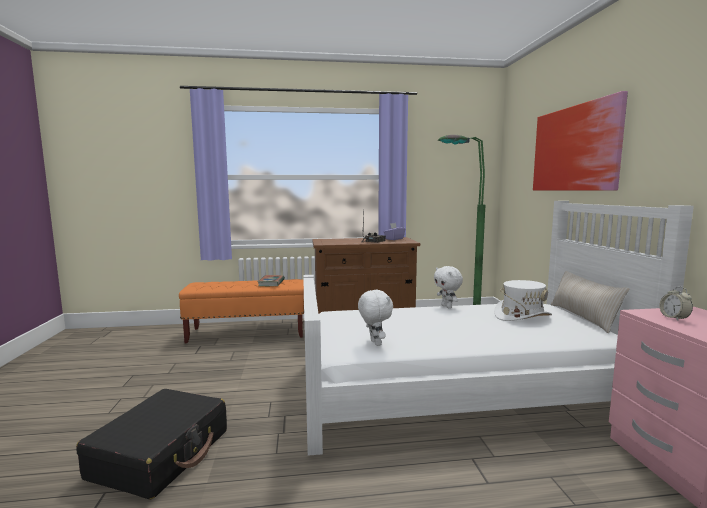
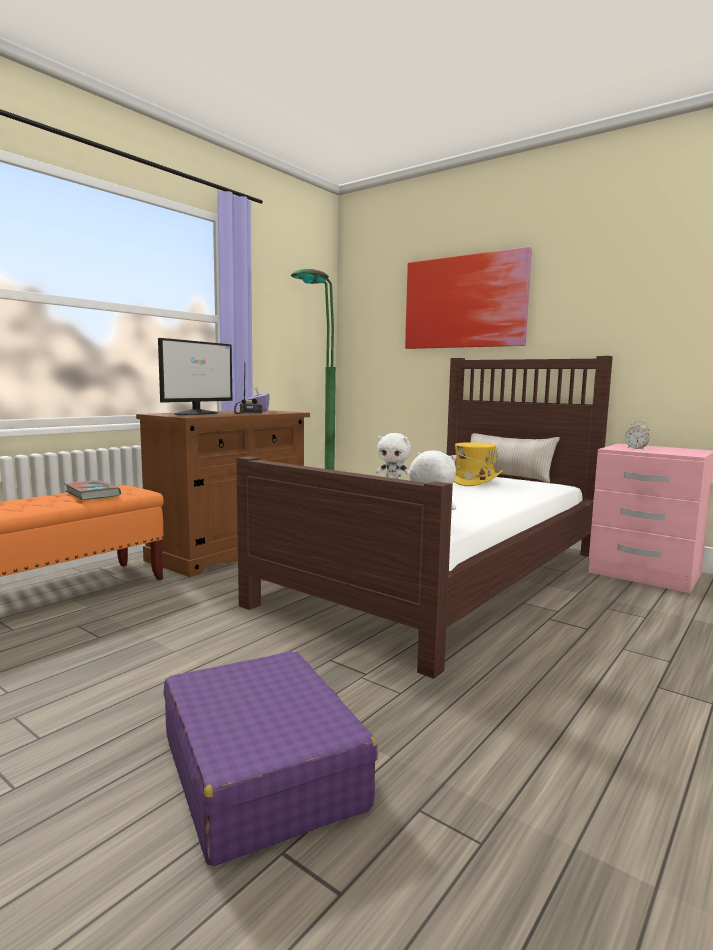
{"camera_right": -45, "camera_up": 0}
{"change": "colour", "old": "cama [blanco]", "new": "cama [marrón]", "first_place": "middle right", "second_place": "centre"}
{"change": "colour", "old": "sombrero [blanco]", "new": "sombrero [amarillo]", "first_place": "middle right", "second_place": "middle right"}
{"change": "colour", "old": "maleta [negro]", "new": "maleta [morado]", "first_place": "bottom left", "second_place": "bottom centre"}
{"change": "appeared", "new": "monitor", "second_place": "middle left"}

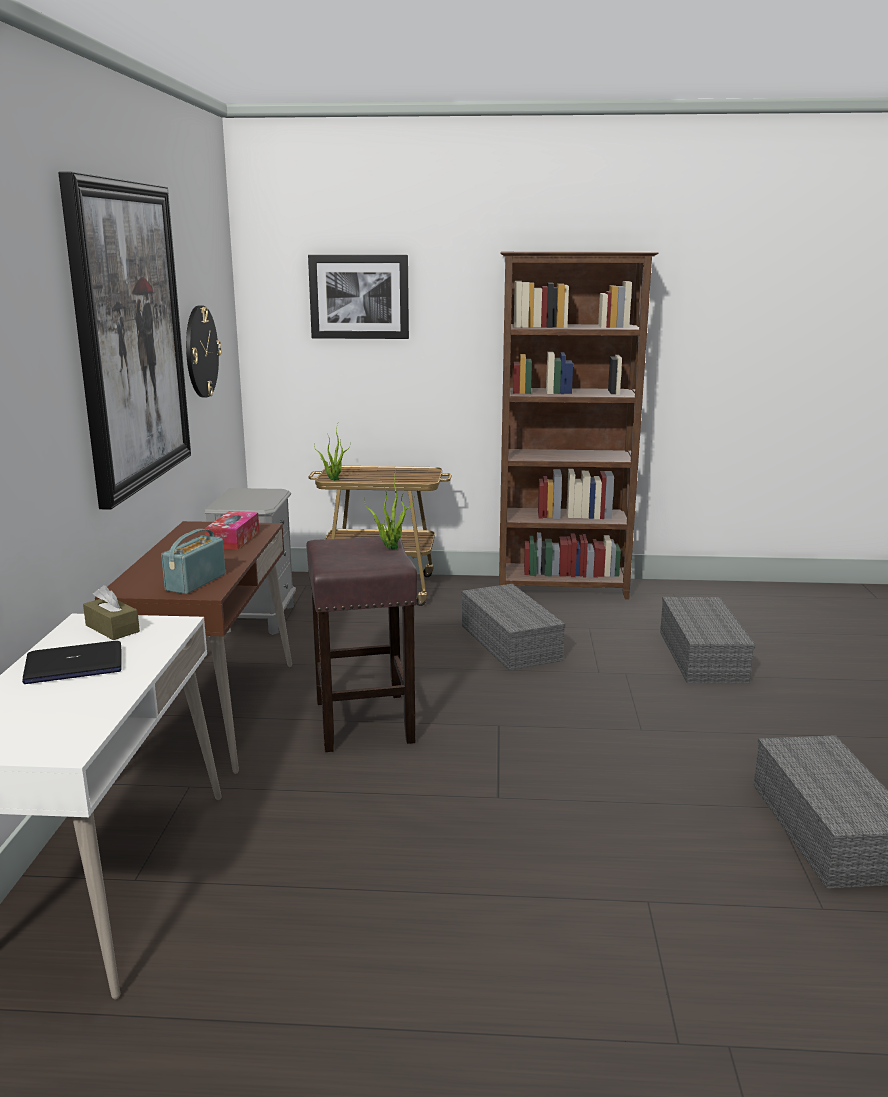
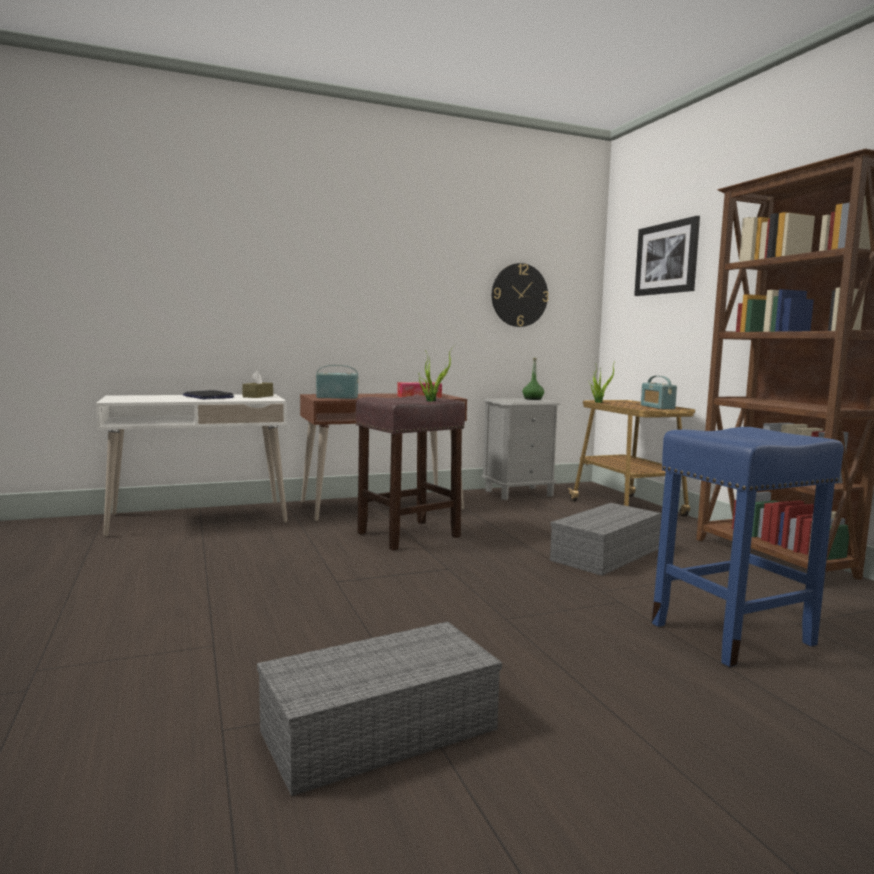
{"camera_right": 65, "camera_up": -10}
{"change": "missing", "old": "cuadro (no. 1 from left)", "first_place": "top left"}
{"change": "exchanged", "old": "caja de almacenaje [gris] (no. 2 from left)", "new": "taburete [azul]", "first_place": "middle right", "second_place": "middle right"}
{"change": "appeared", "new": "botella [verde]", "second_place": "centre"}
{"change": "appeared", "new": "radio (no. 2 from left)", "second_place": "middle right"}

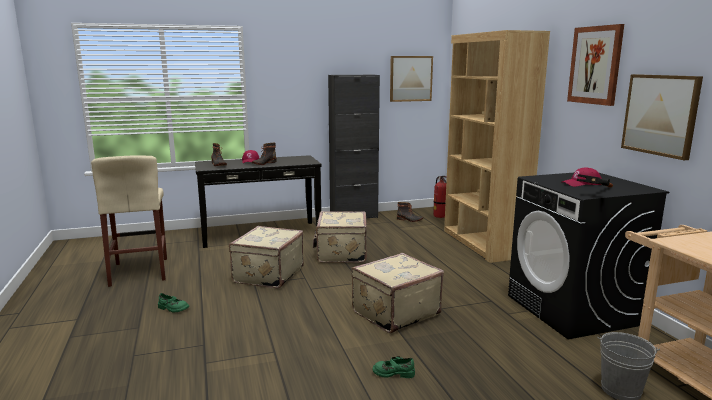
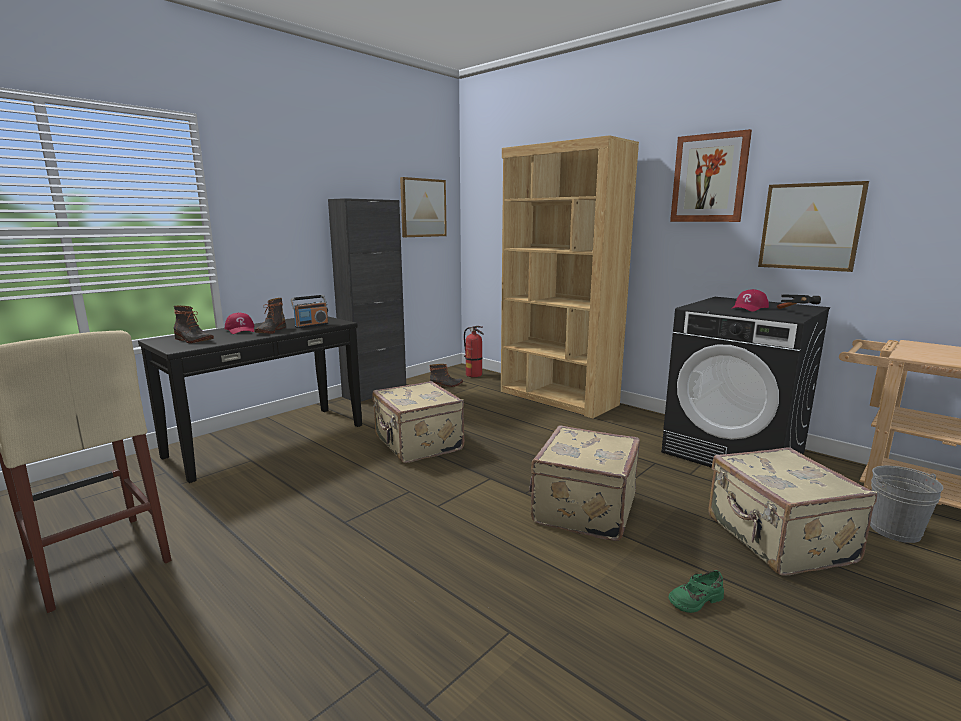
{"camera_right": -30, "camera_up": 0}
{"change": "relocated", "old": "maleta [beis] (no. 1 from left in the first image)", "new": "maleta [beis] (no. 3 from left)", "first_place": "centre", "second_place": "bottom right"}
{"change": "missing", "old": "zapato [verde] (no. 1 from left)", "first_place": "bottom left"}
{"change": "appeared", "new": "radio", "second_place": "middle left"}

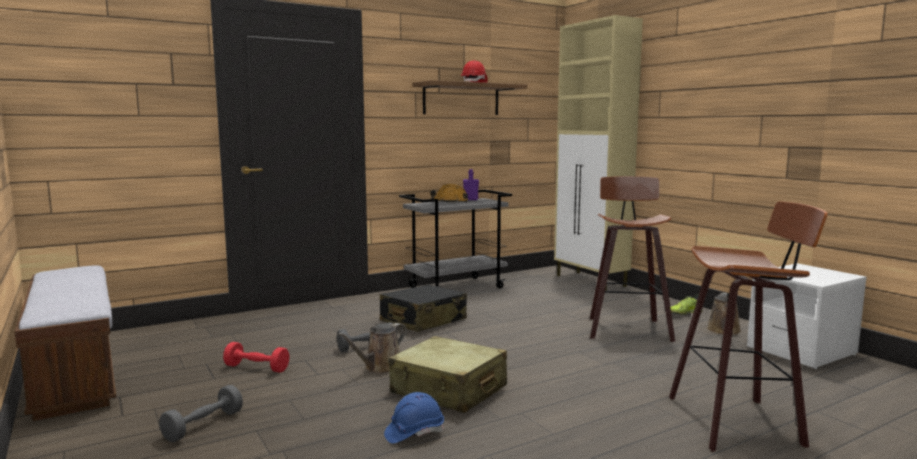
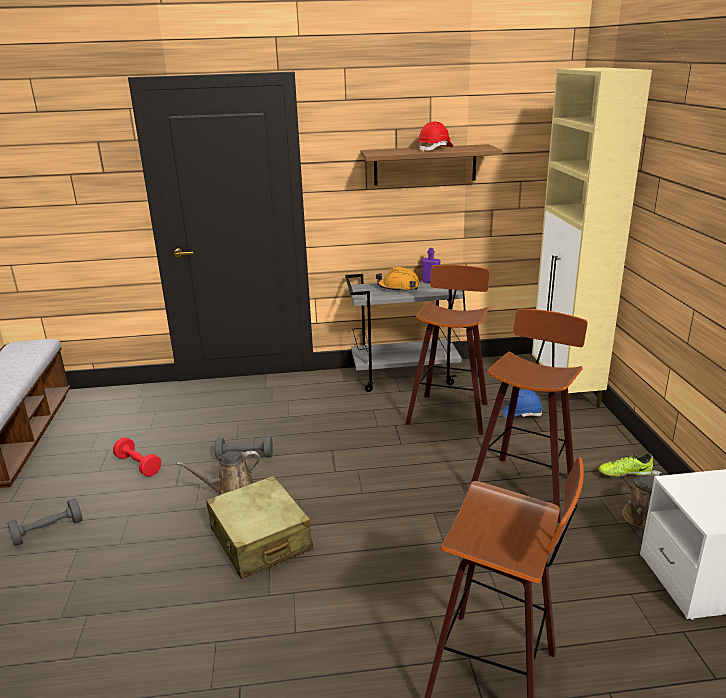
{"camera_right": 25, "camera_up": 15}
{"change": "missing", "old": "maleta [negro]", "first_place": "bottom centre"}
{"change": "relocated", "old": "casco [azul]", "first_place": "bottom centre", "second_place": "middle right"}
{"change": "appeared", "new": "taburete (no. 1 from left)", "second_place": "centre"}

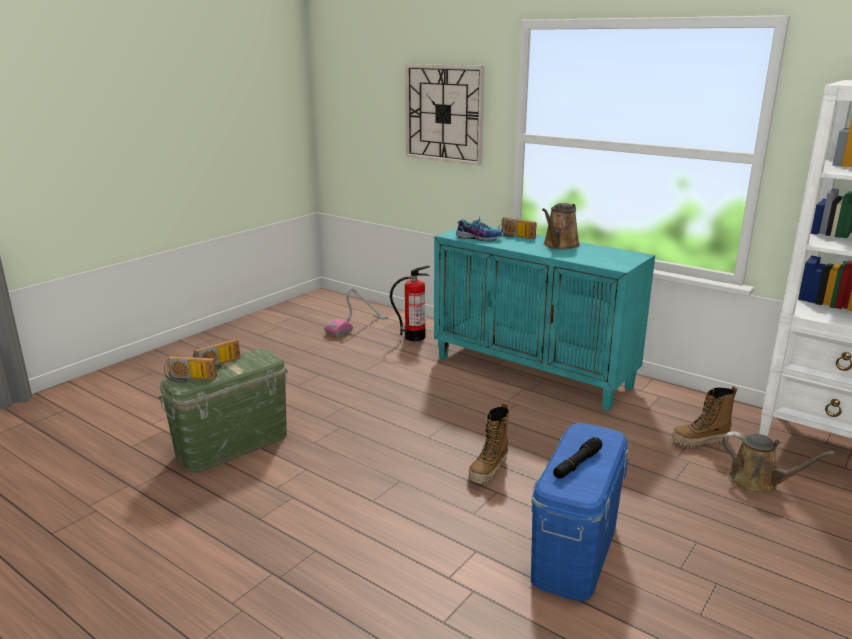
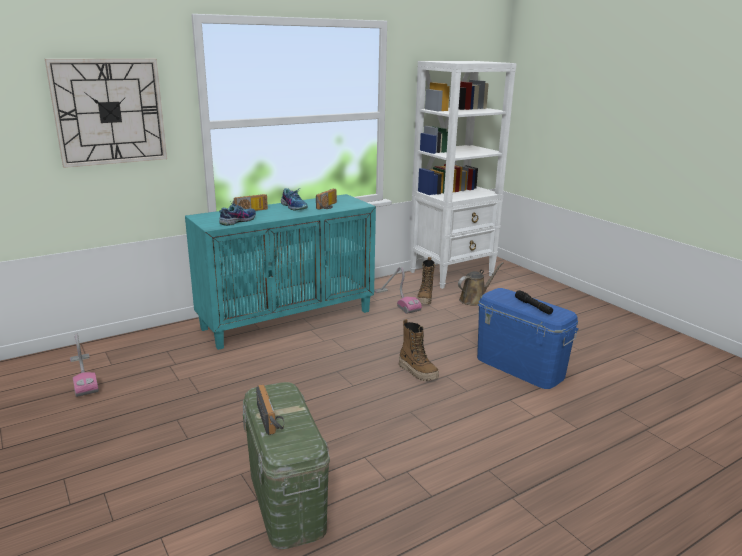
{"camera_right": -70, "camera_up": 0}
{"change": "exchanged", "old": "regadera [marrón] (no. 1 from left)", "new": "zapato (no. 2 from left)", "first_place": "centre", "second_place": "centre"}
{"change": "missing", "old": "extintor", "first_place": "centre"}
{"change": "relocated", "old": "radio (no. 1 from left in the first image)", "new": "radio (no. 3 from left)", "first_place": "middle left", "second_place": "centre"}
{"change": "appeared", "new": "aspiradora (no. 2 from left)", "second_place": "centre"}

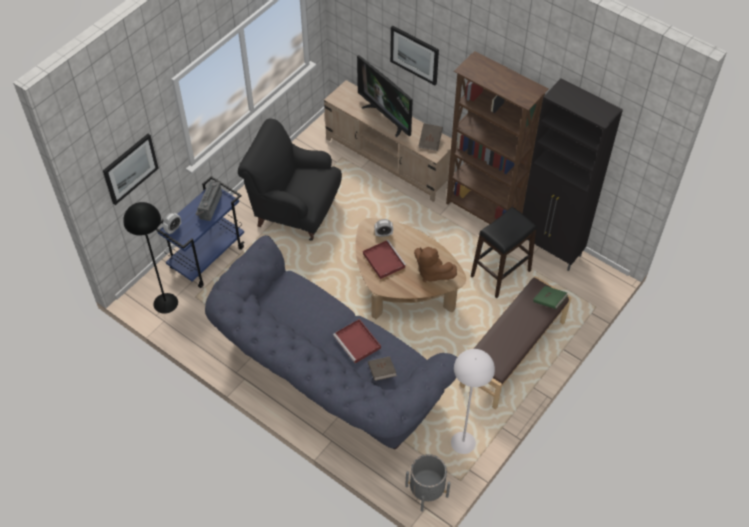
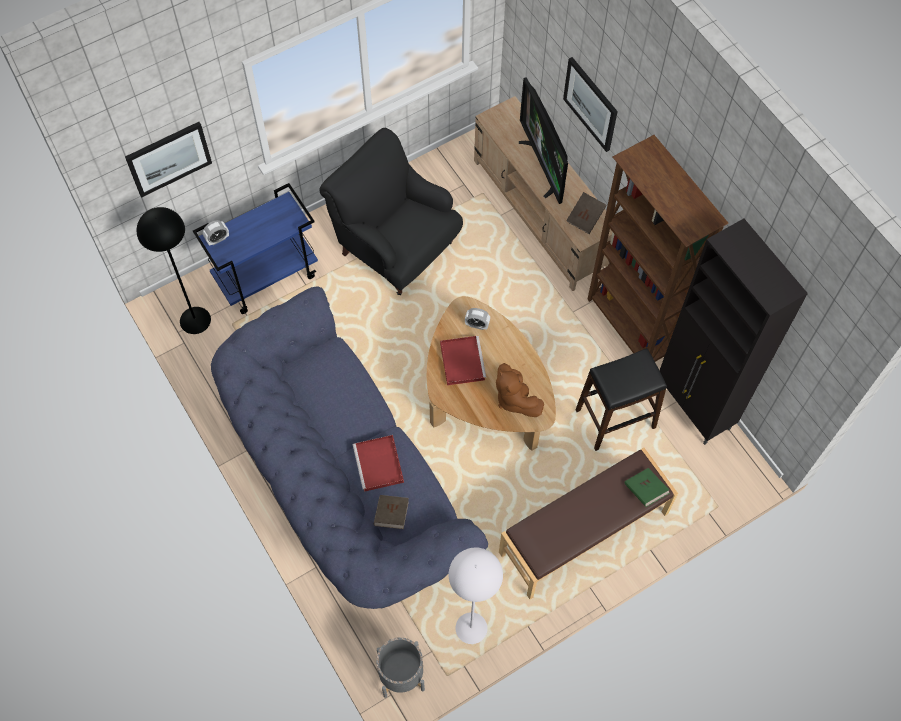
{"camera_right": 20, "camera_up": 10}
{"change": "missing", "old": "radio", "first_place": "middle left"}

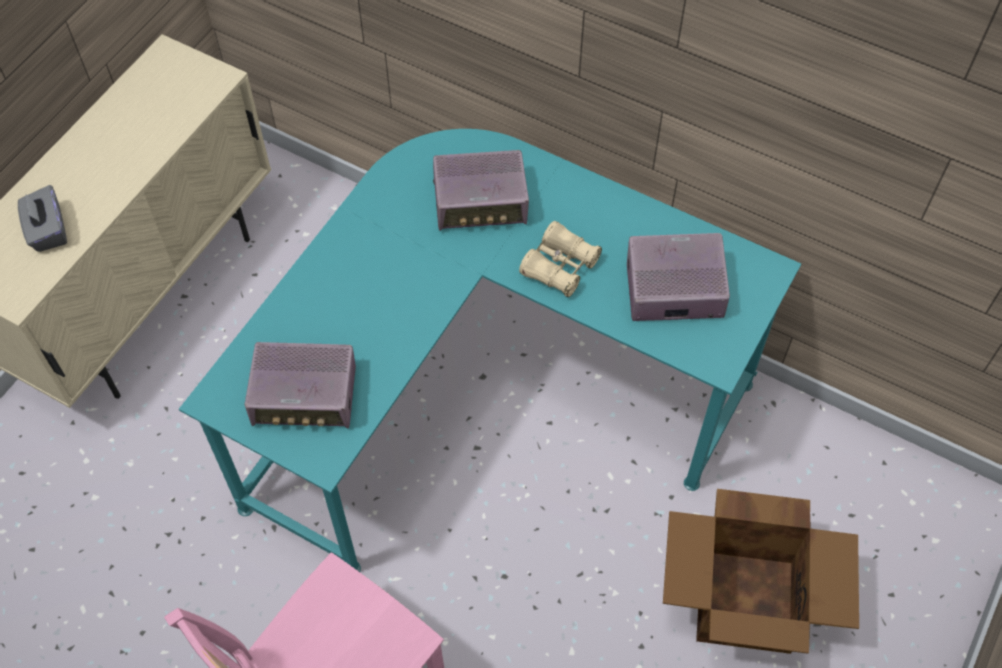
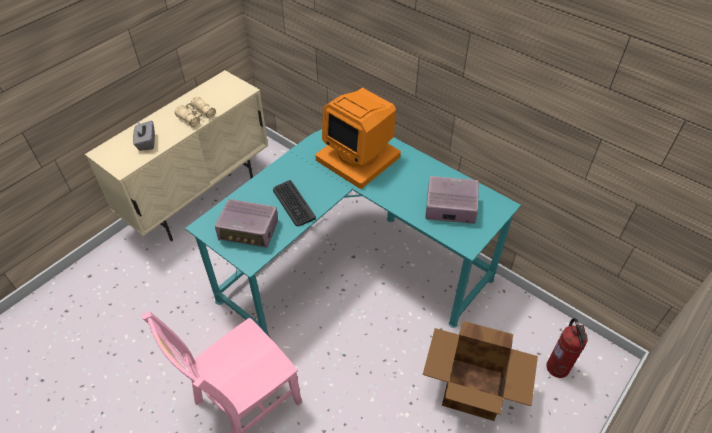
{"camera_right": 10, "camera_up": -10}
{"change": "exchanged", "old": "radio (no. 2 from left)", "new": "monitor", "first_place": "top centre", "second_place": "top centre"}
{"change": "relocated", "old": "prismáticos [beis]", "first_place": "centre", "second_place": "top left"}
{"change": "appeared", "new": "teclado", "second_place": "centre"}
{"change": "appeared", "new": "extintor", "second_place": "bottom right"}

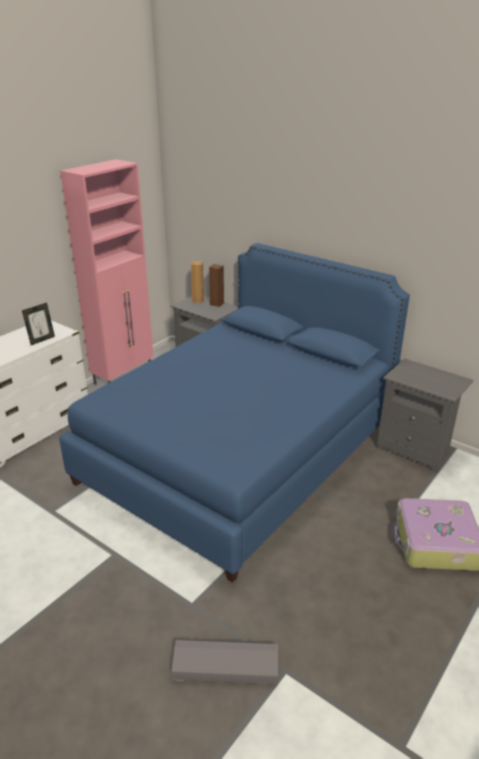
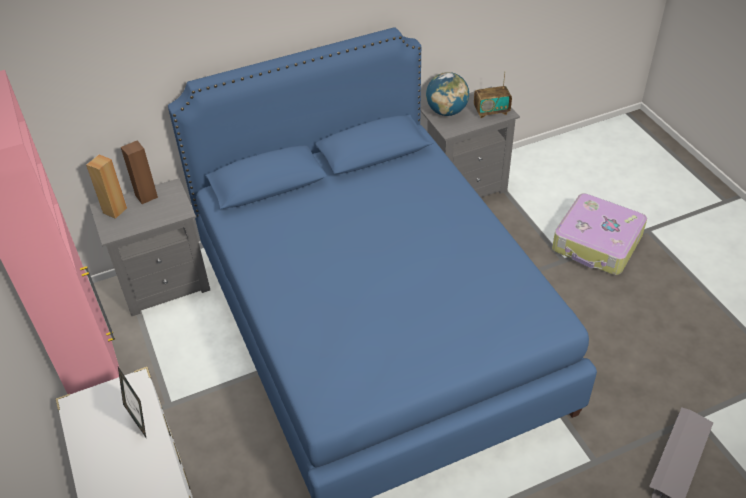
{"camera_right": -60, "camera_up": 15}
{"change": "appeared", "new": "globo terráqueo", "second_place": "top centre"}
{"change": "appeared", "new": "radio", "second_place": "top centre"}

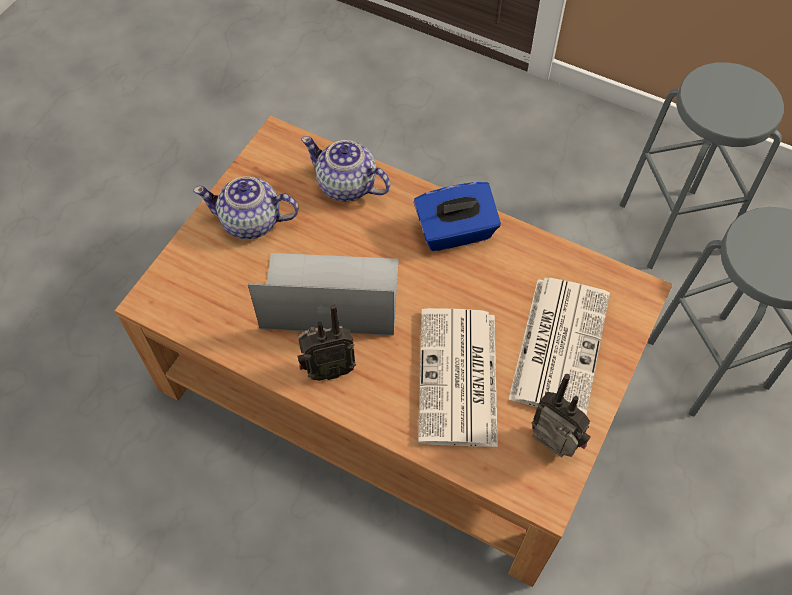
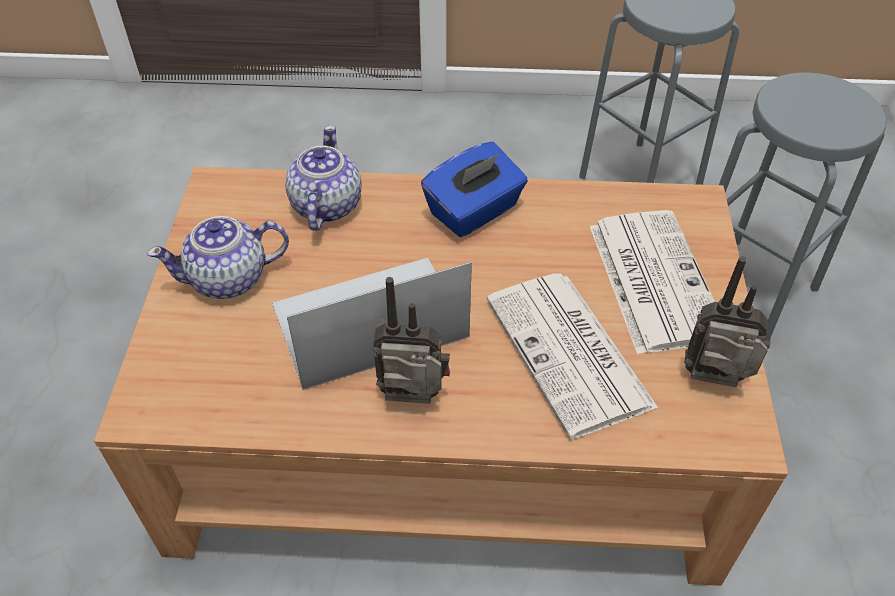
{"camera_right": -25, "camera_up": -10}
{"change": "spun", "old": "tetera (no. 2 from left)", "first_place": "top centre", "second_place": "top centre", "degrees": 90}
{"change": "spun", "old": "radio (no. 1 from left)", "first_place": "centre", "second_place": "centre", "degrees": -135}

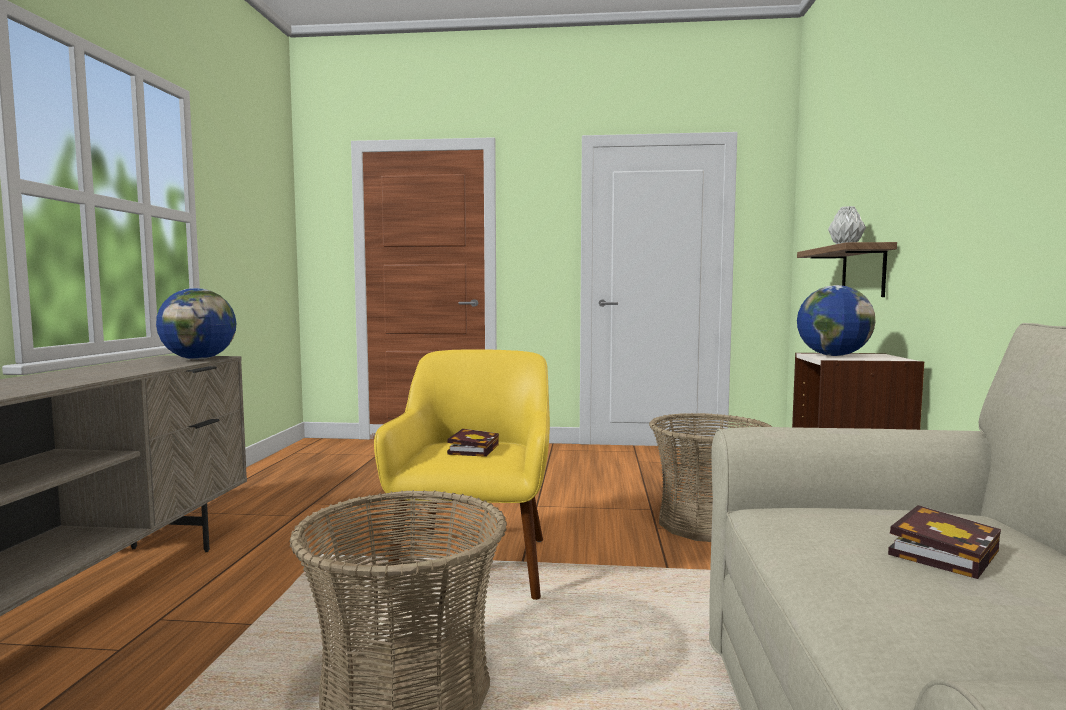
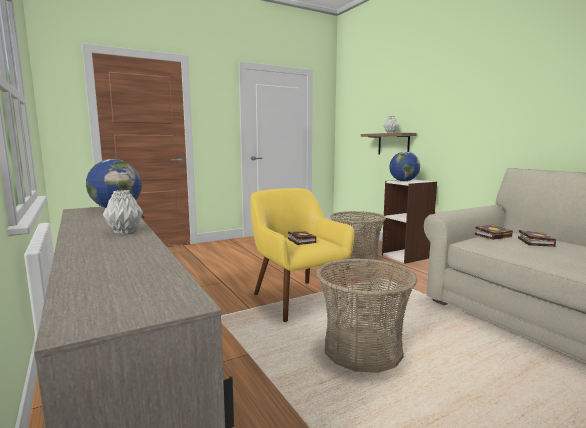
{"camera_right": -35, "camera_up": 5}
{"change": "appeared", "new": "florero [gris] (no. 1 from left)", "second_place": "middle left"}
{"change": "appeared", "new": "libro (no. 2 from left)", "second_place": "middle right"}

